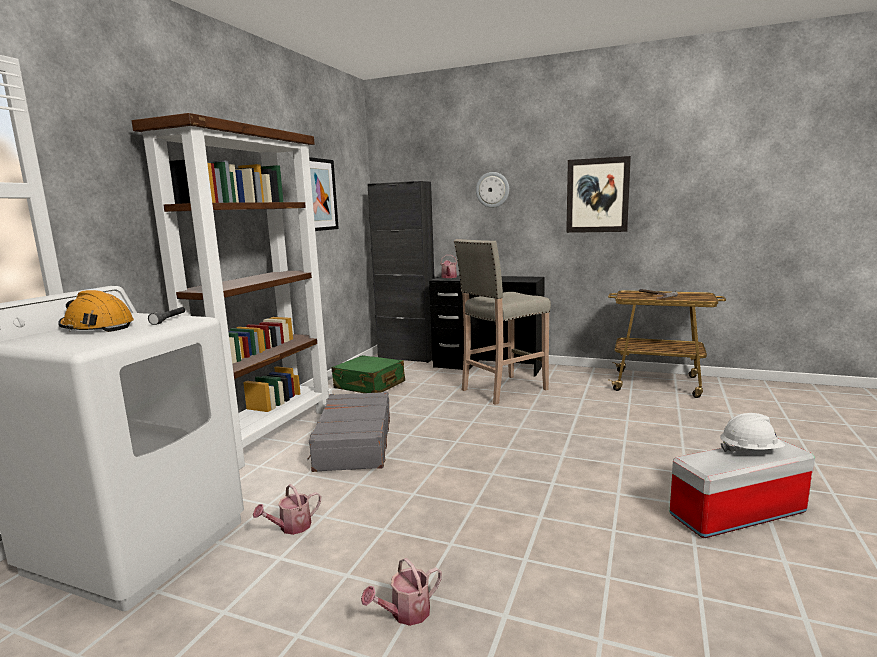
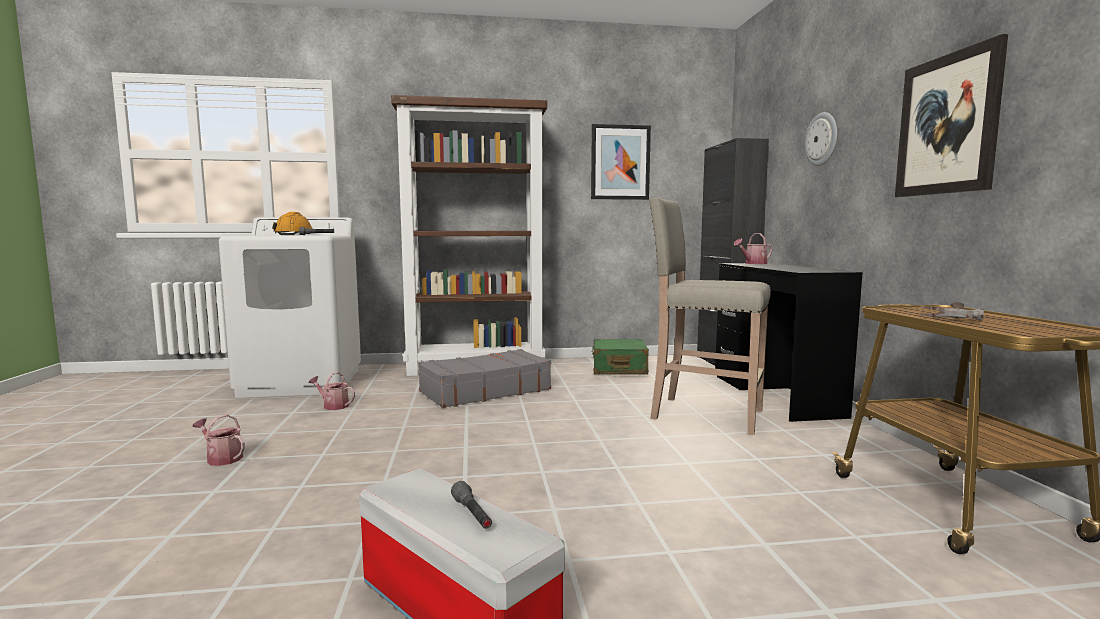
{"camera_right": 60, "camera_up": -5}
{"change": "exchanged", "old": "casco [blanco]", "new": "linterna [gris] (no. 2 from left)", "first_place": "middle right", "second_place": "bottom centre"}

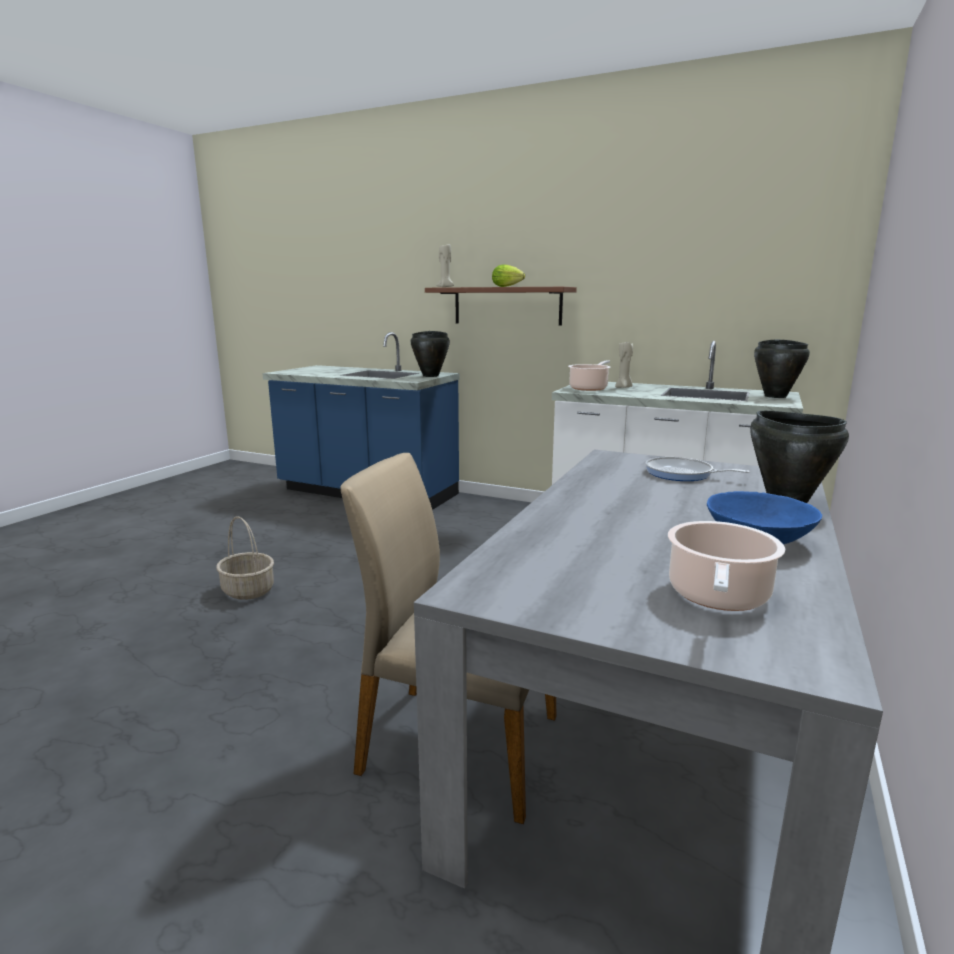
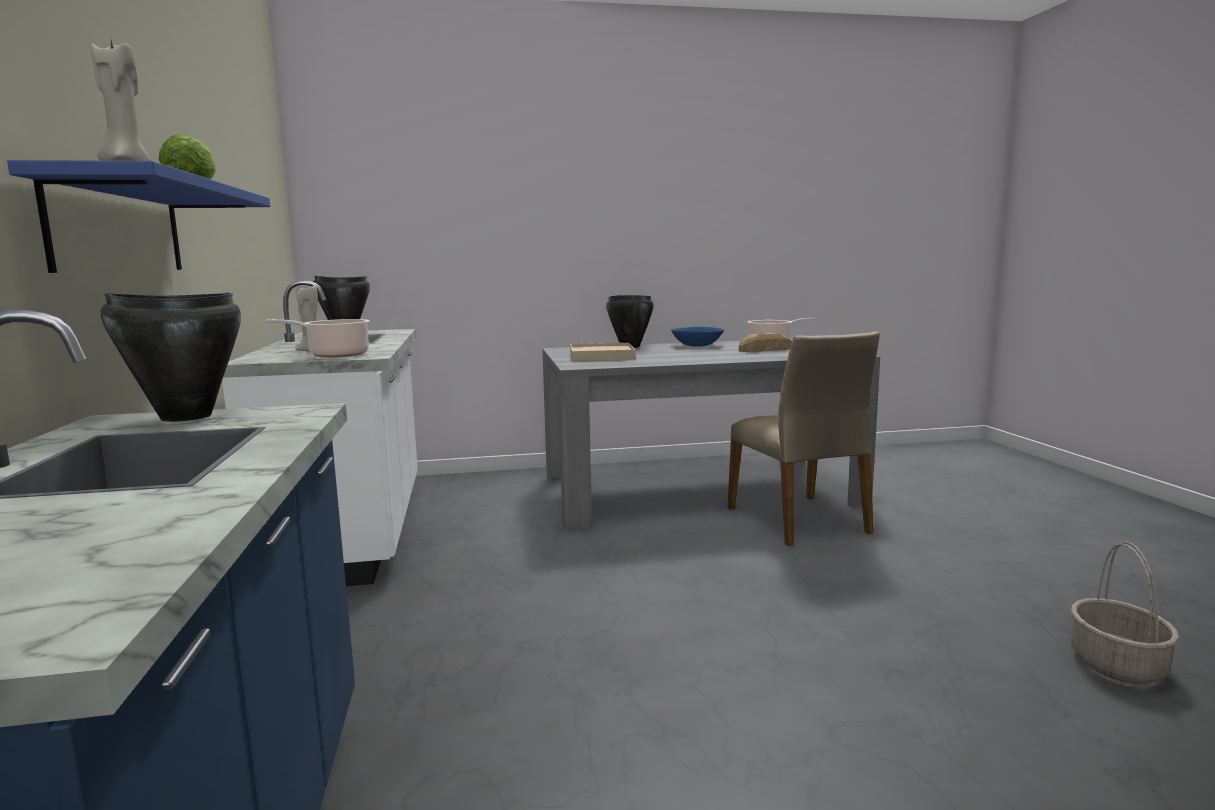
{"camera_right": -125, "camera_up": -5}
{"change": "colour", "old": "estante [marrón]", "new": "estante [azul]", "first_place": "top centre", "second_place": "top left"}
{"change": "exchanged", "old": "sartén", "new": "bandeja [beis]", "first_place": "middle right", "second_place": "centre"}
{"change": "relocated", "old": "cesta", "first_place": "middle left", "second_place": "bottom right"}
{"change": "appeared", "new": "pan", "second_place": "centre"}

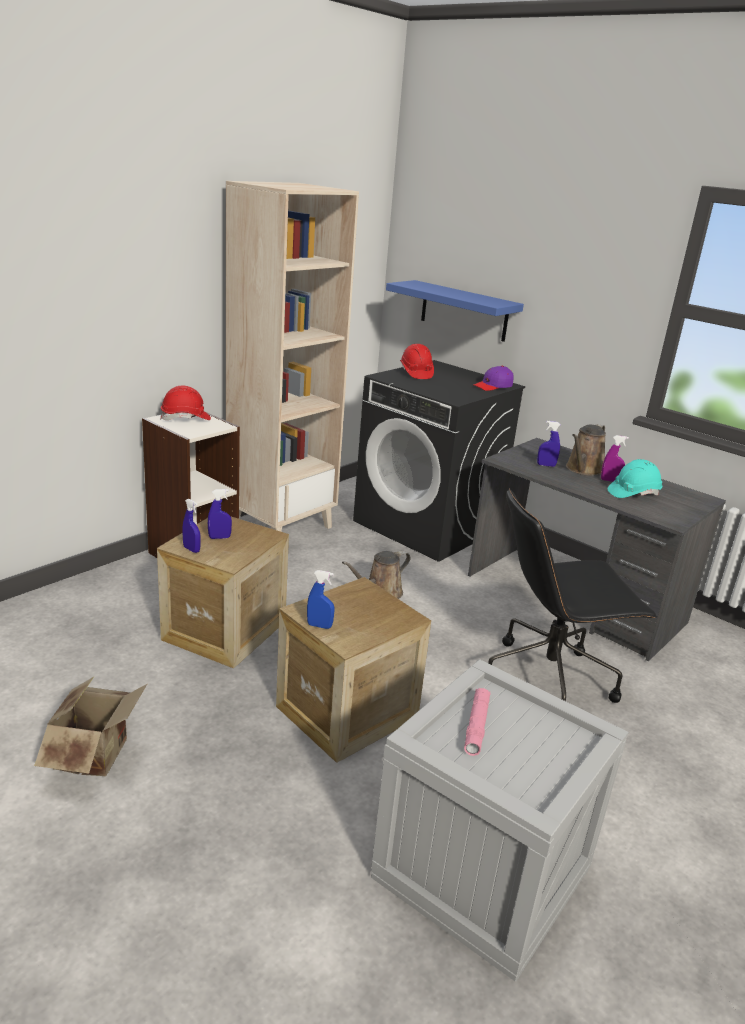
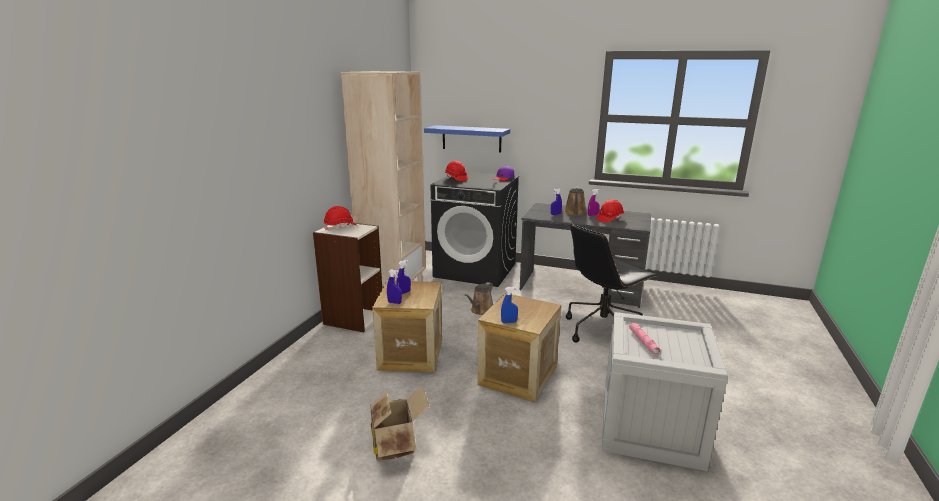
{"camera_right": -20, "camera_up": -5}
{"change": "colour", "old": "casco [turquesa]", "new": "casco [rojo] (no. 3 from left)", "first_place": "middle right", "second_place": "centre"}

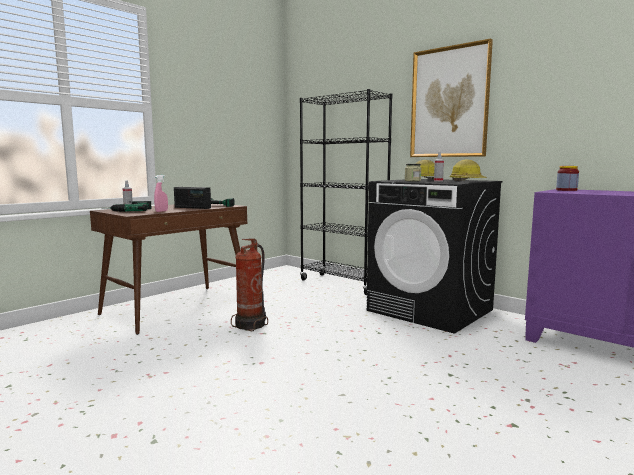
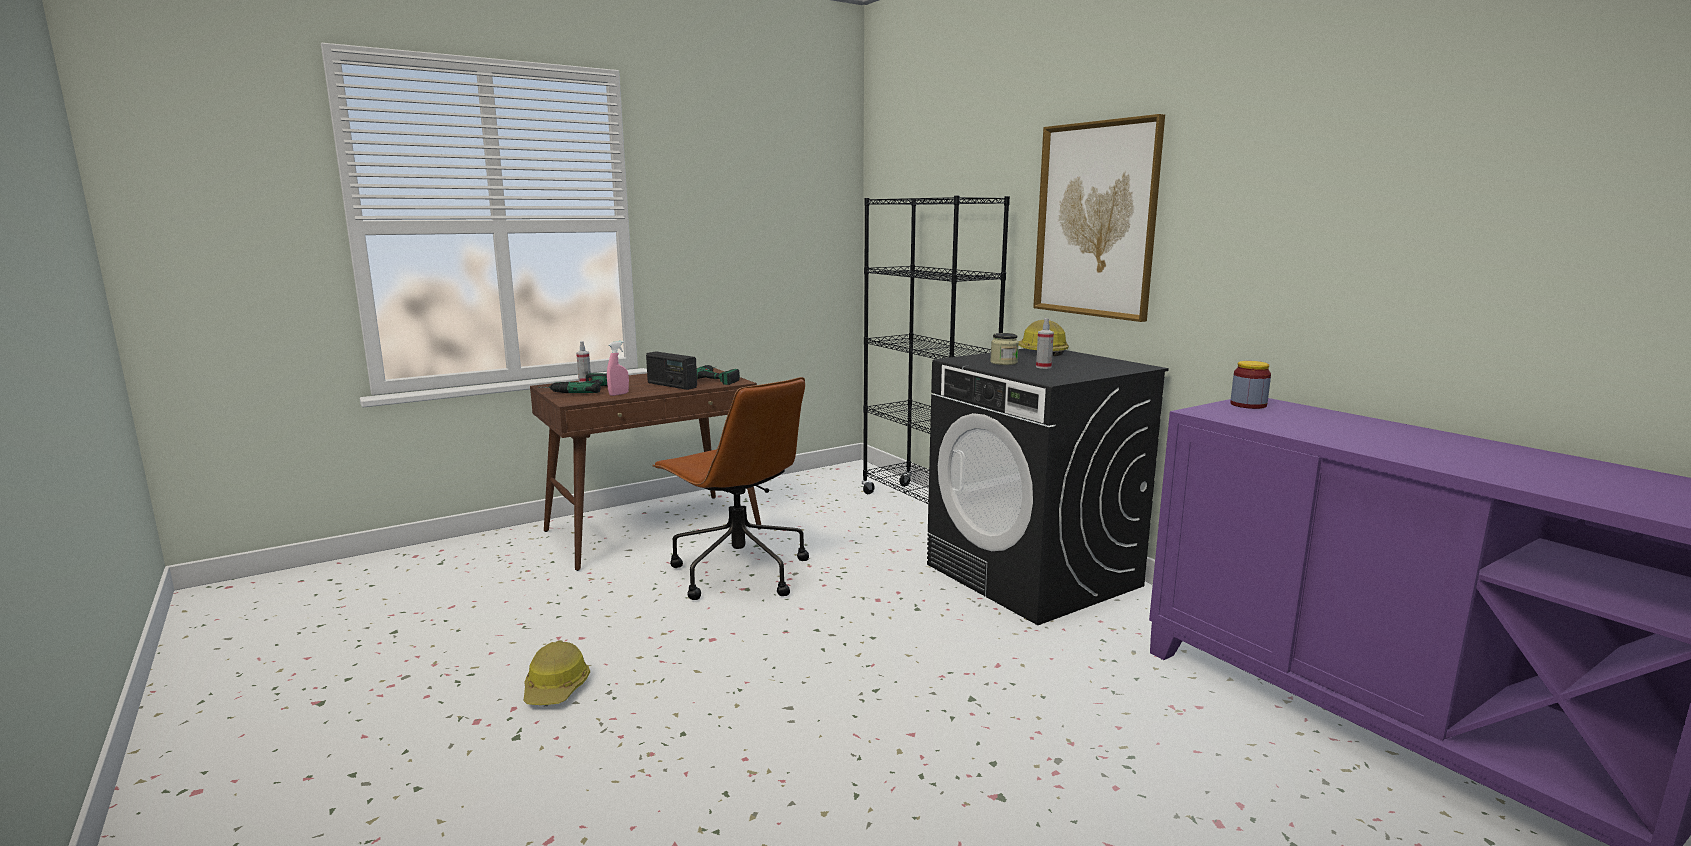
{"camera_right": 15, "camera_up": 5}
{"change": "relocated", "old": "casco (no. 2 from left in the first image)", "new": "casco (no. 1 from left)", "first_place": "middle right", "second_place": "bottom left"}
{"change": "exchanged", "old": "extintor", "new": "silla de oficina [marrón]", "first_place": "centre", "second_place": "centre"}

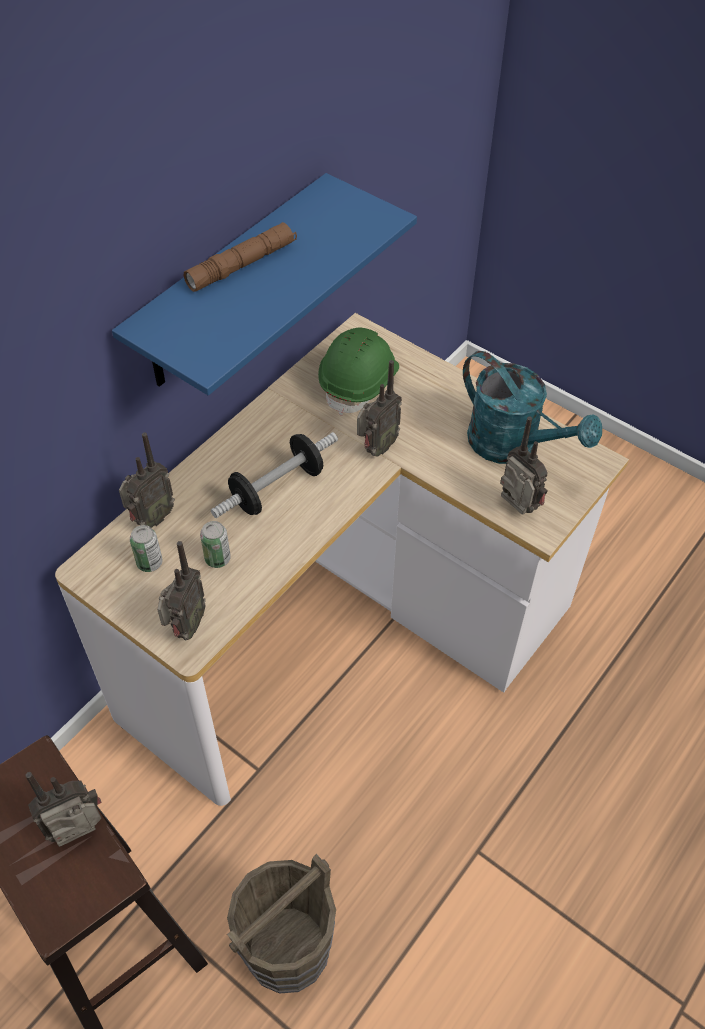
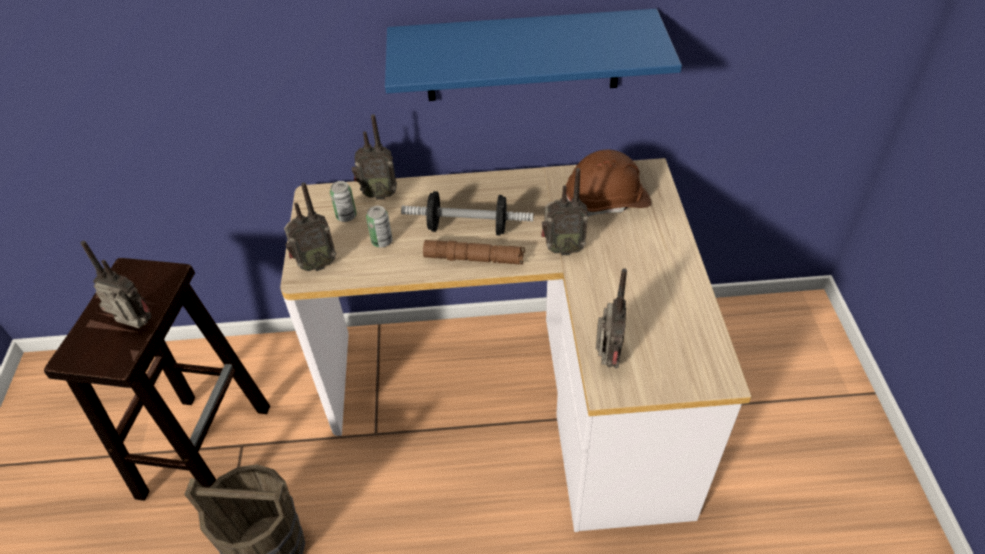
{"camera_right": 50, "camera_up": -5}
{"change": "relocated", "old": "linterna [marrón]", "first_place": "top centre", "second_place": "centre"}
{"change": "colour", "old": "casco [verde]", "new": "casco [marrón]", "first_place": "centre", "second_place": "top centre"}
{"change": "missing", "old": "regadera [turquesa]", "first_place": "middle right"}

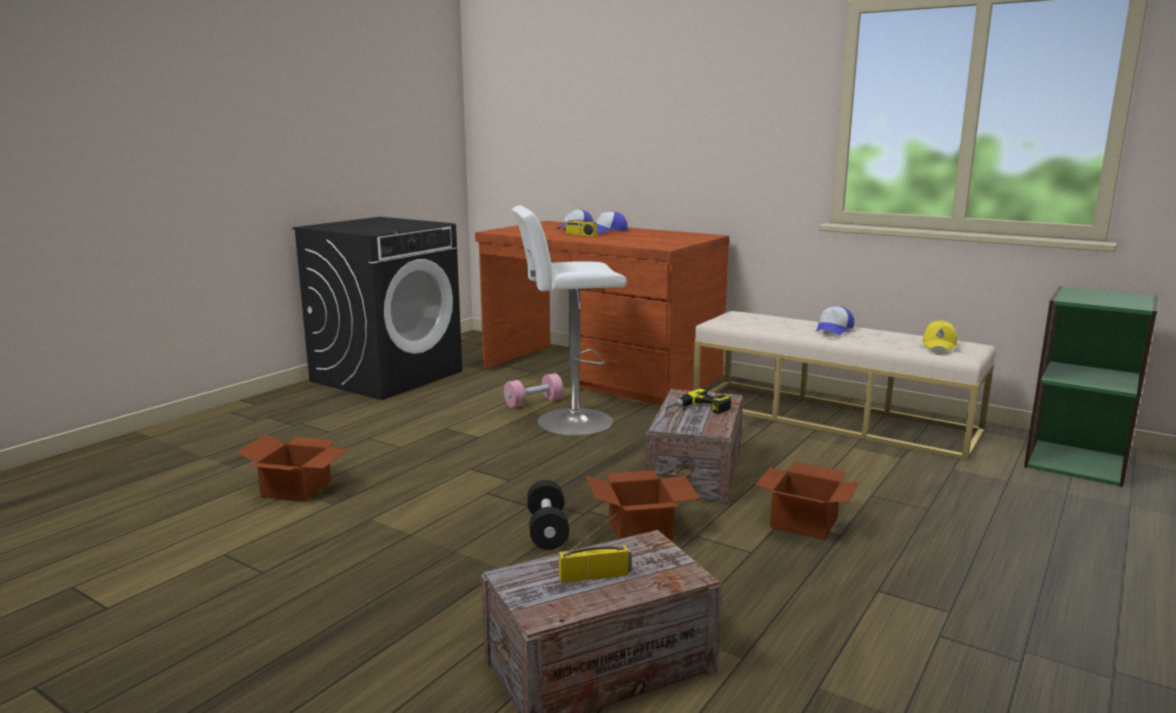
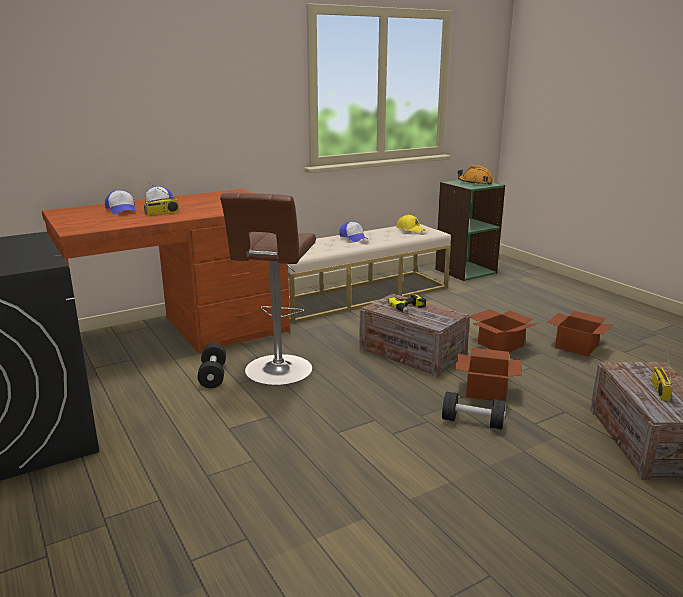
{"camera_right": -65, "camera_up": 5}
{"change": "colour", "old": "taburete [blanco]", "new": "taburete [marrón]", "first_place": "centre", "second_place": "centre"}
{"change": "colour", "old": "mancuerna [rosa]", "new": "mancuerna [negro] (no. 1 from left)", "first_place": "centre", "second_place": "middle left"}
{"change": "relocated", "old": "caja de cartón (no. 1 from left in the first image)", "new": "caja de cartón (no. 3 from left)", "first_place": "middle left", "second_place": "middle right"}
{"change": "appeared", "new": "casco [naranja]", "second_place": "top right"}

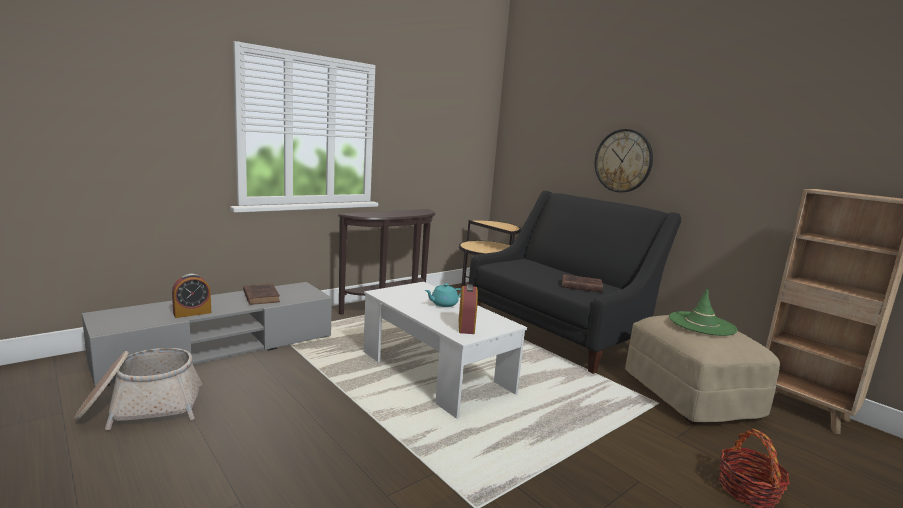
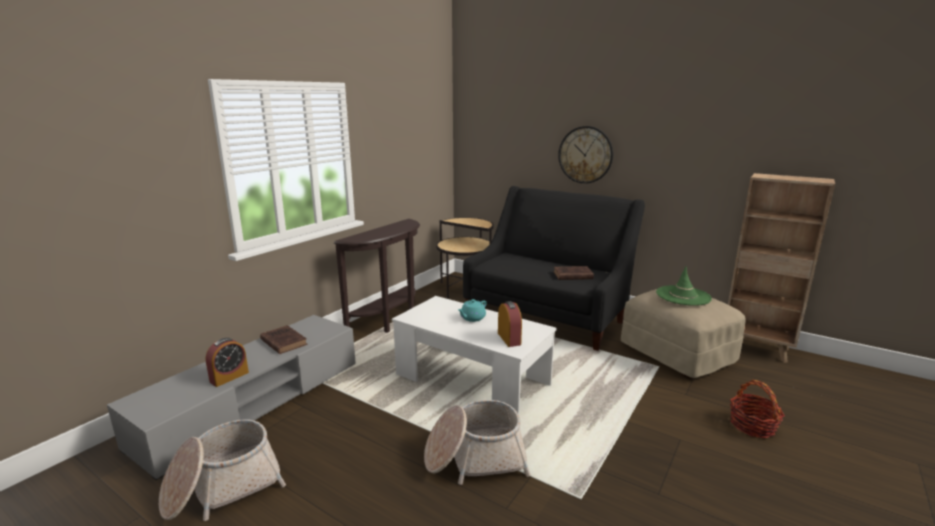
{"camera_right": -15, "camera_up": 5}
{"change": "appeared", "new": "cesta (no. 2 from left)", "second_place": "bottom centre"}

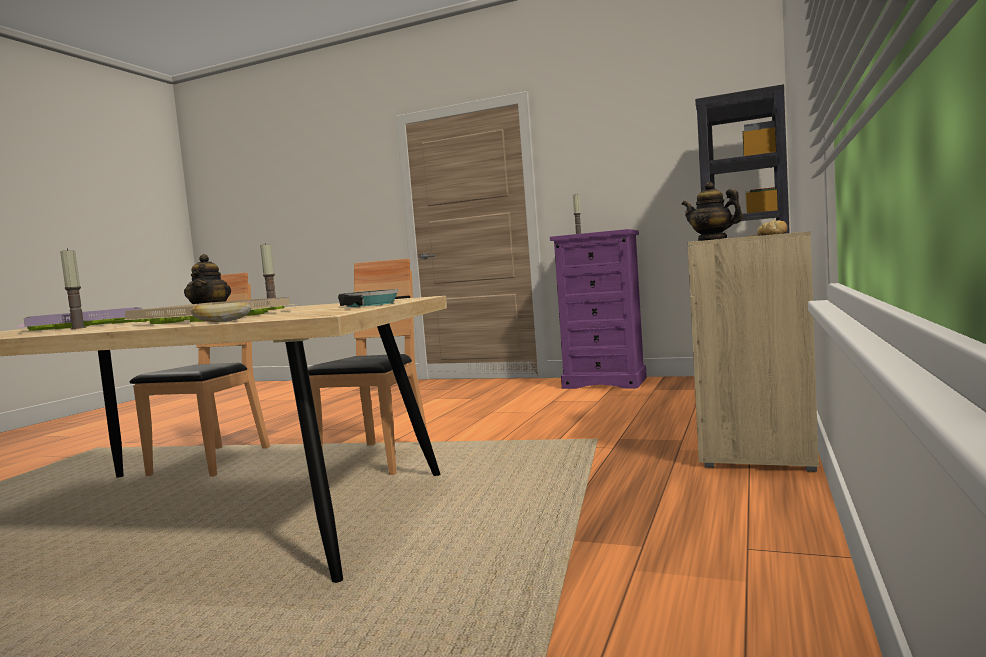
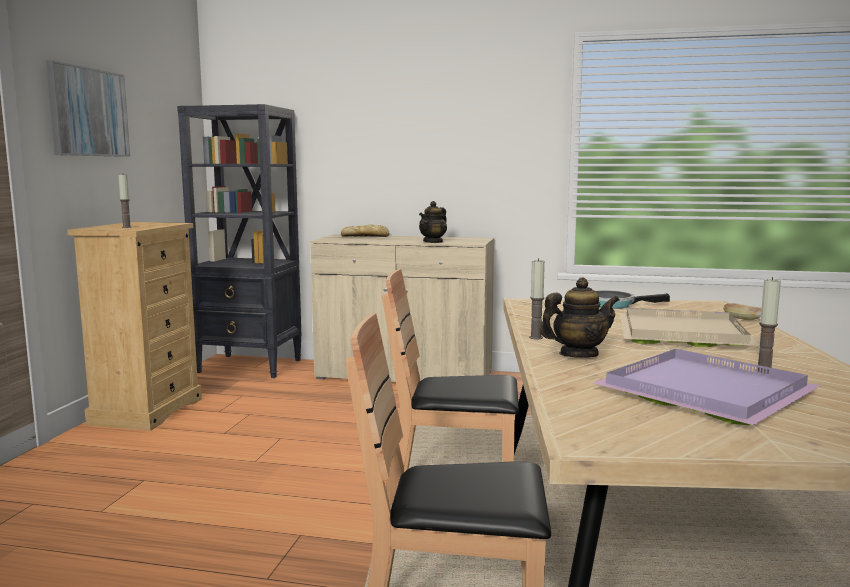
{"camera_right": -100, "camera_up": 5}
{"change": "colour", "old": "cómoda [morado]", "new": "cómoda [beis]", "first_place": "centre", "second_place": "middle left"}
{"change": "appeared", "new": "cuadro", "second_place": "top left"}

